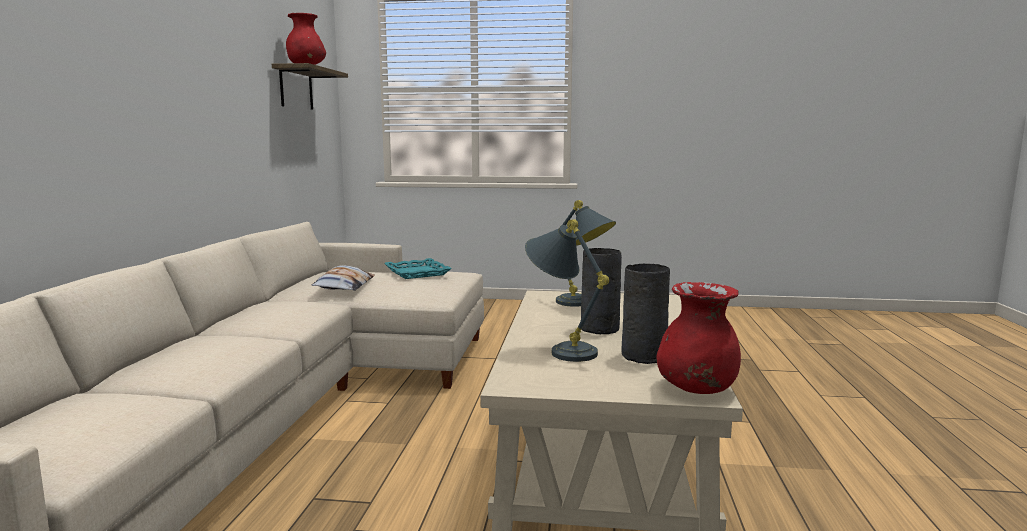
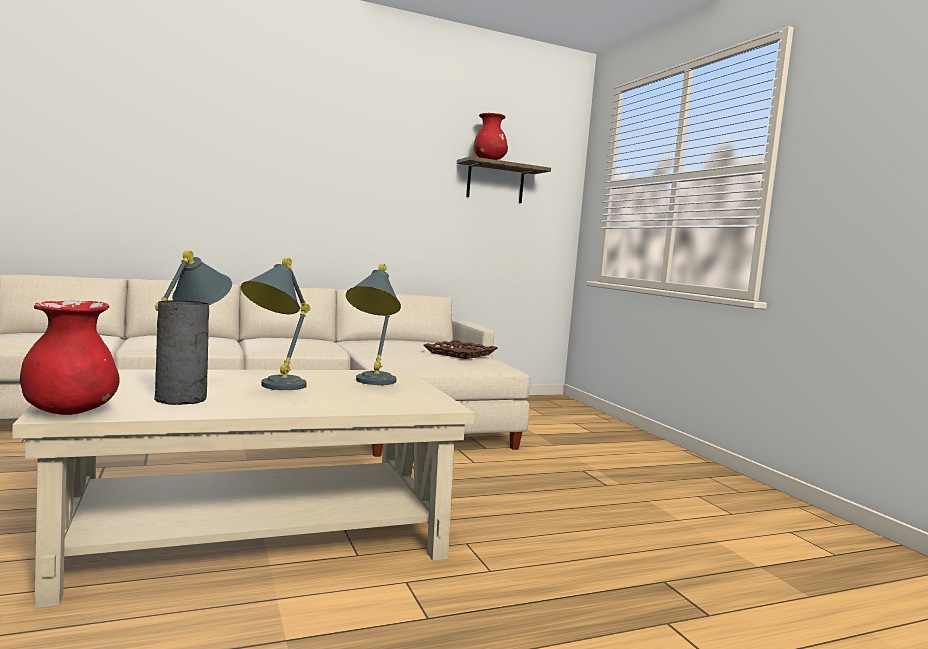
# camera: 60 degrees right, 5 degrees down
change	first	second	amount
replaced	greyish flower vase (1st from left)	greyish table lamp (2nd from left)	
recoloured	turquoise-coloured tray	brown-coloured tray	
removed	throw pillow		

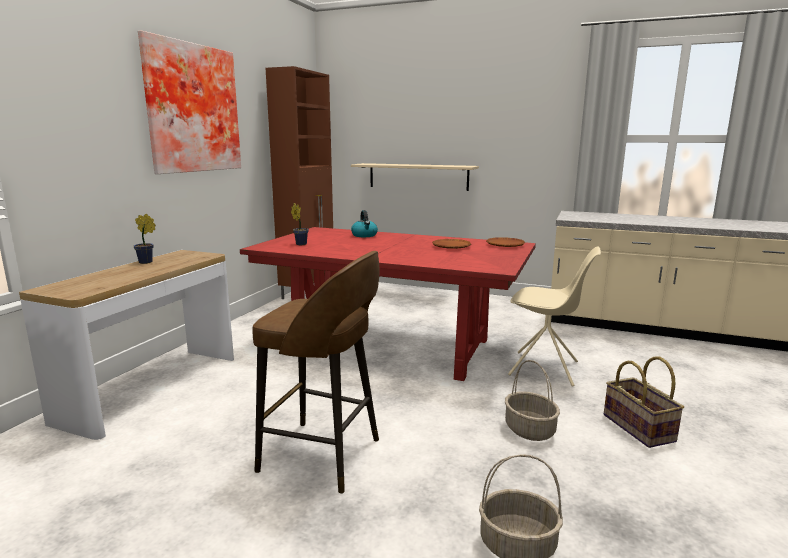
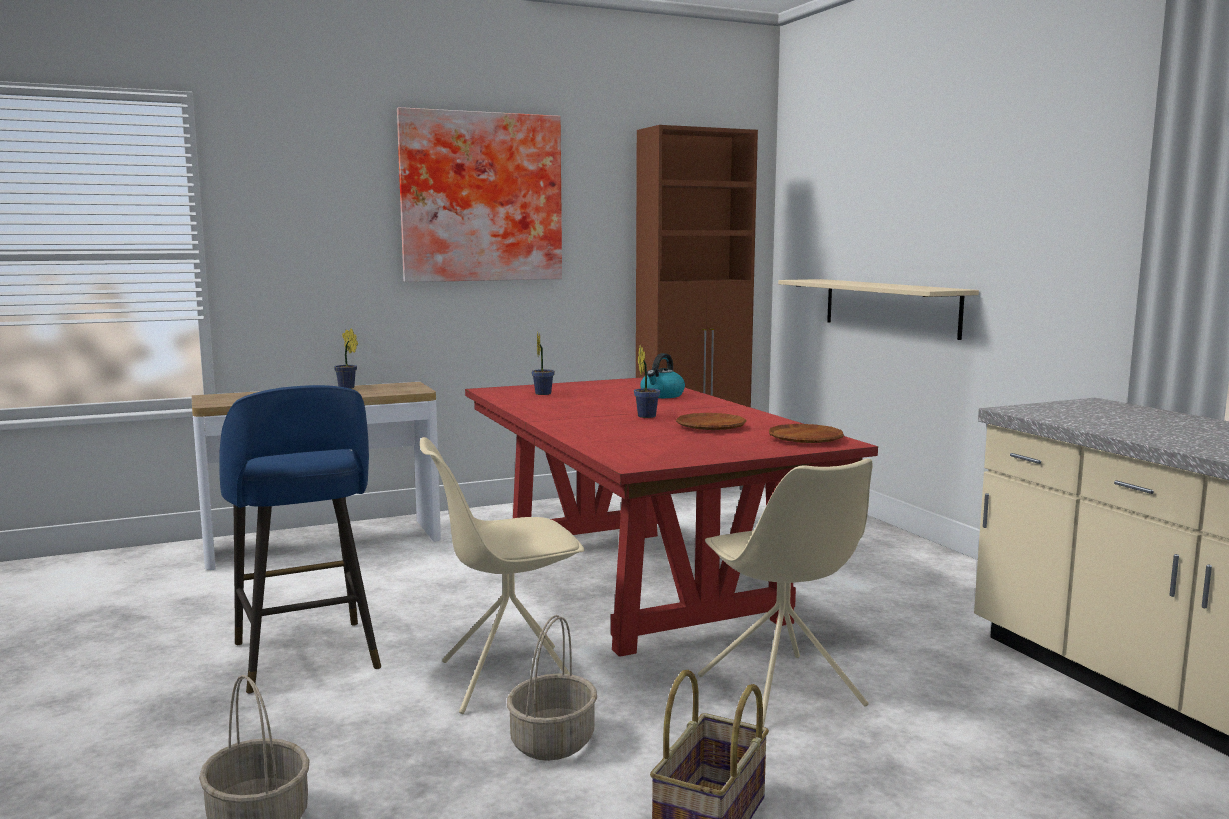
# camera: 45 degrees right, 5 degrees down
change	first	second	amount
recoloured	brown-coloured stool seat	blue stool seat	
added		plant in a pot (3rd from left)	
added		beige-coloured chair (1st from left)	

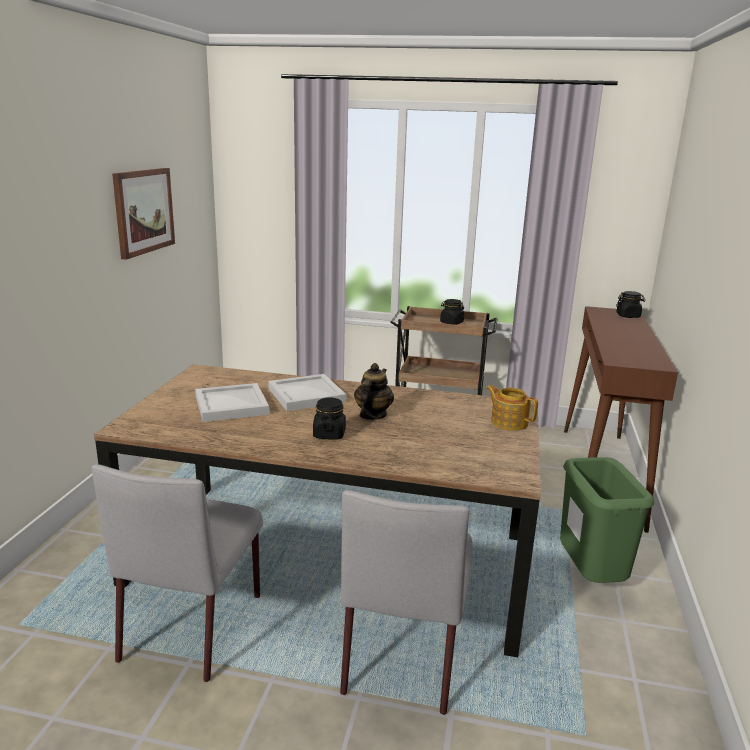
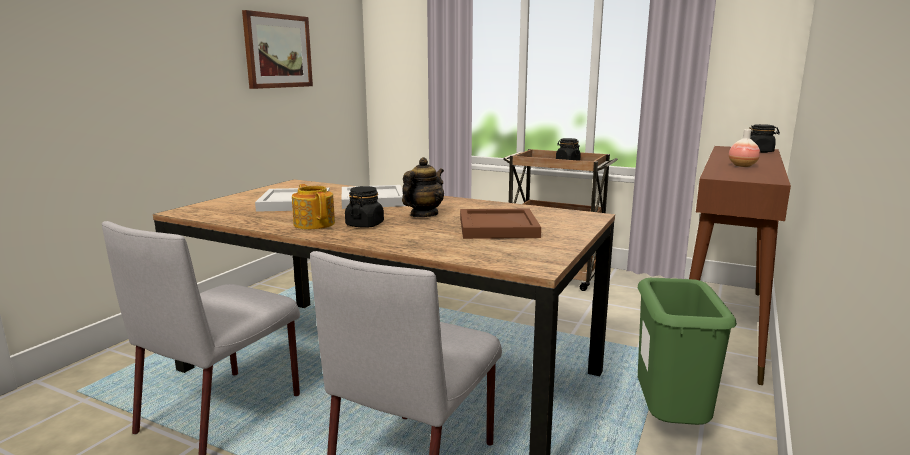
# camera: 15 degrees right, 5 degrees down
change	first	second	amount
moved	teapot (2nd from left in the first image)	teapot (1st from left)	
added		flower vase	
added		brown-coloured tray	

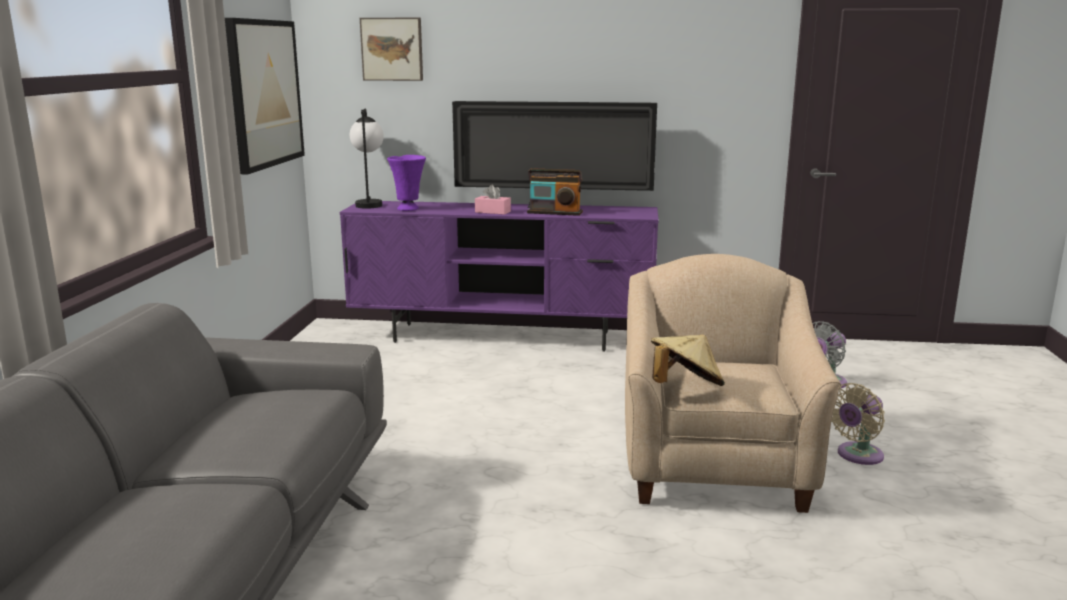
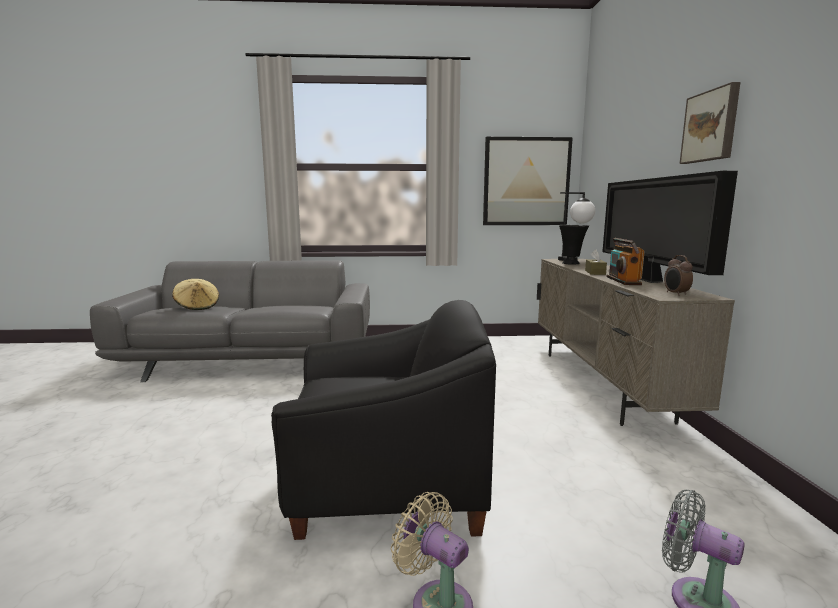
# camera: 80 degrees right, 5 degrees down
change	first	second	amount
moved	wall picture (2nd from left)		
recoloured	purplish flower vase	blackish flower vase	
recoloured	pinkish box of tissues	brown-coloured box of tissues	
recoloured	purplish tv stand	beige-coloured tv stand	
recoloured	beige-coloured armchair	blackish armchair	
moved	beige-coloured wearable hat		
added		alarm clock	

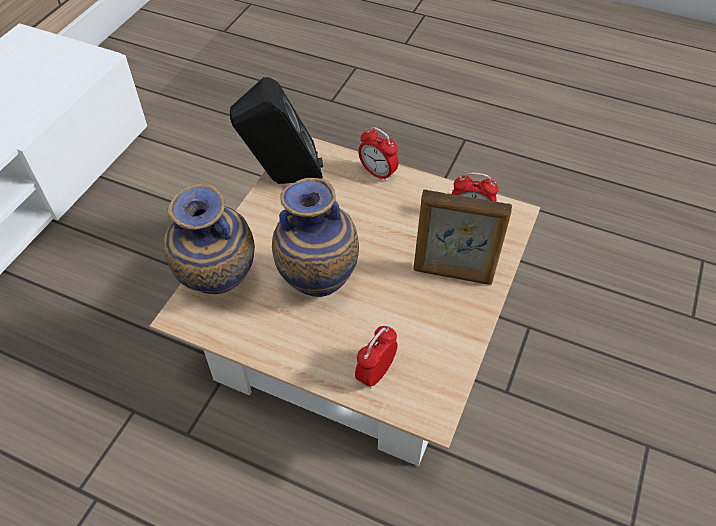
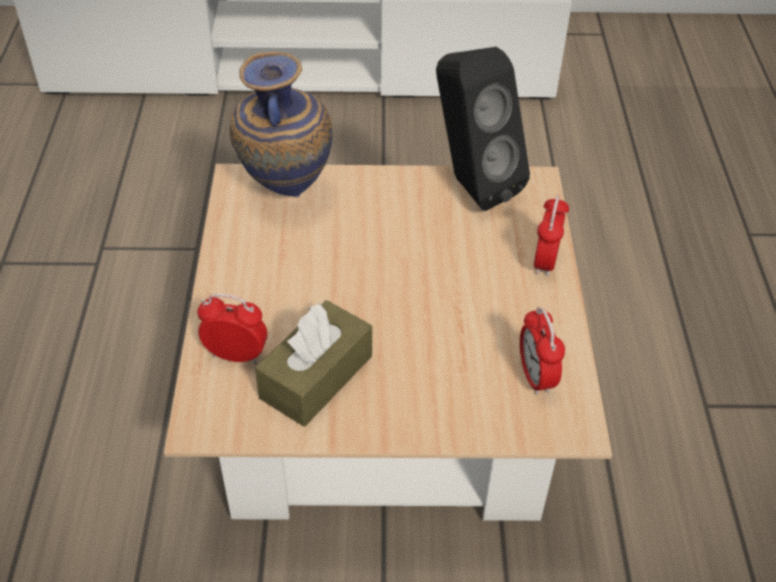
# camera: 65 degrees right, 5 degrees down
change	first	second	amount
removed	flower vase (2nd from left)		
removed	standing frame		
added		brown-coloured box of tissues	

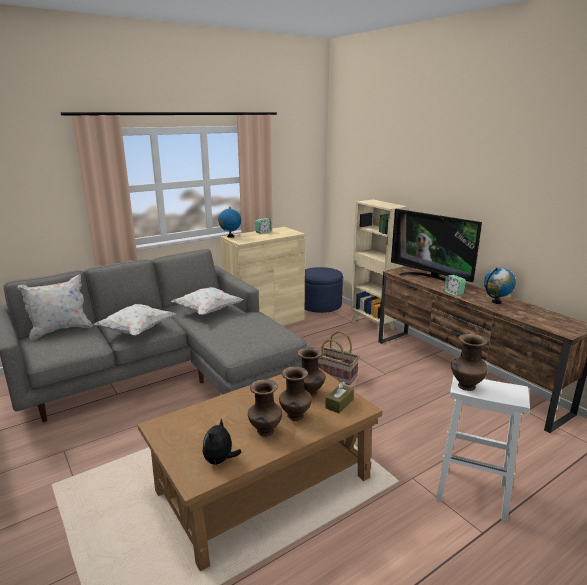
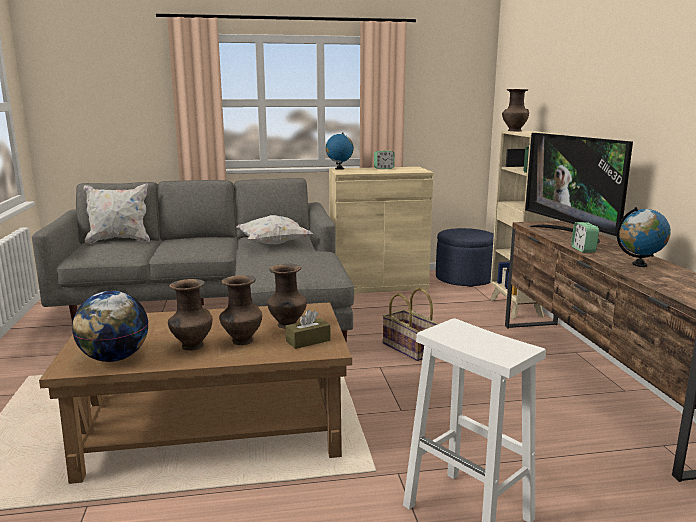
# camera: 25 degrees right, 5 degrees down
change	first	second	amount
removed	white-coloured throw pillow (2nd from left)		
moved	brown-coloured flower vase (4th from left)		
replaced	soft toy	globe (1st from left)	

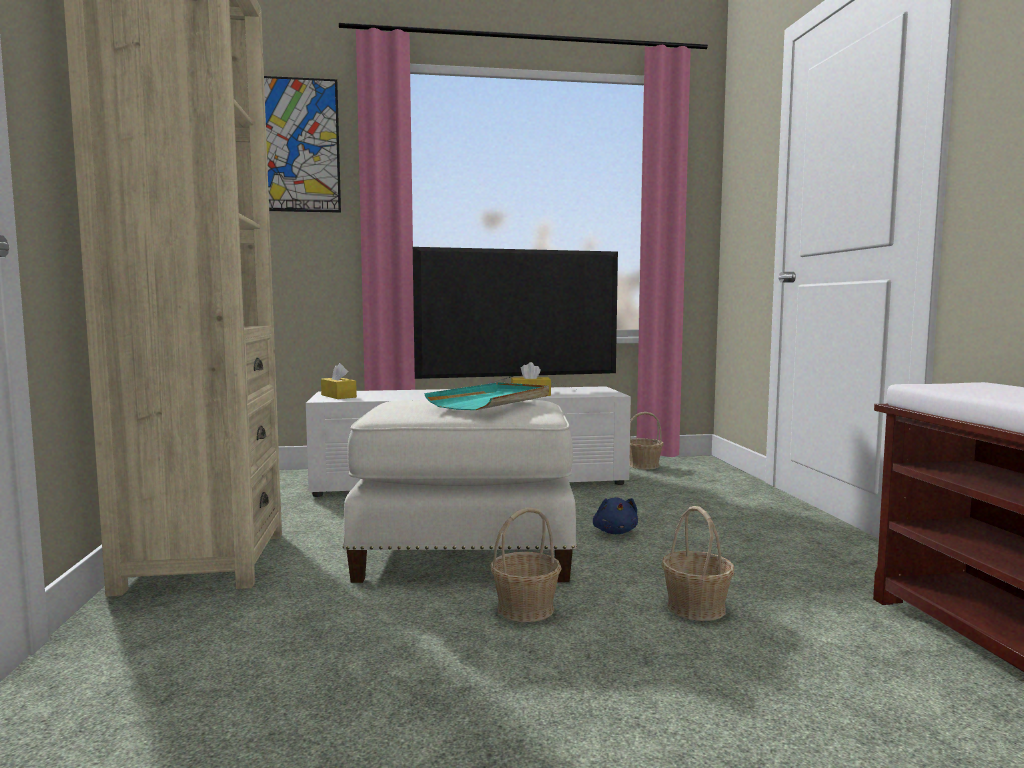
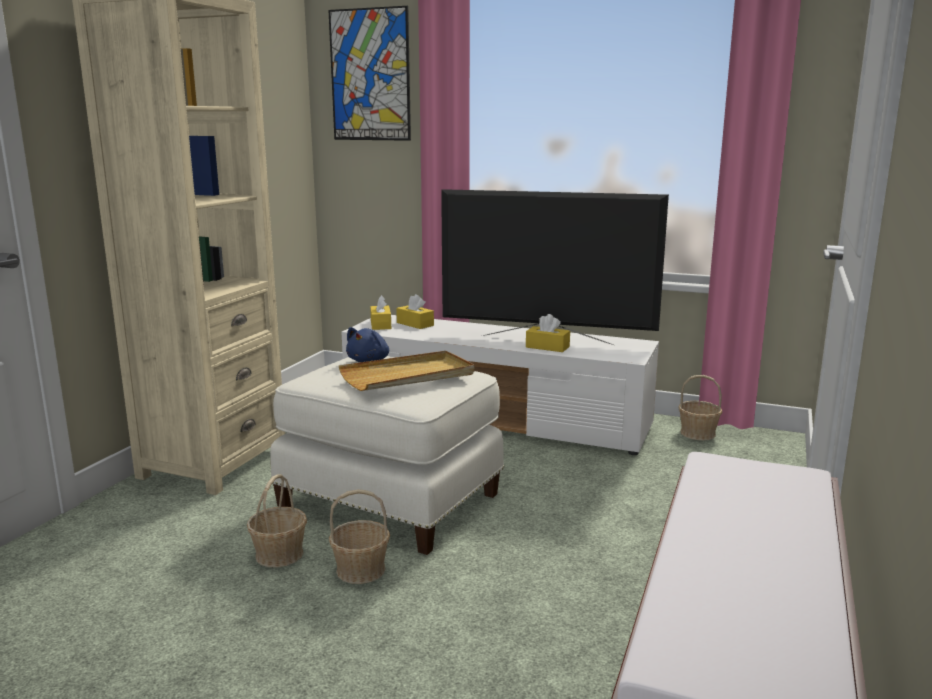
# camera: 30 degrees right, 10 degrees up
change	first	second	amount
recoloured	turquoise-coloured tray	beige-coloured tray	
moved	blue soft toy		
moved	household basket (3rd from left in the first image)	household basket (1st from left)	
added		yellow box of tissues (2nd from left)	

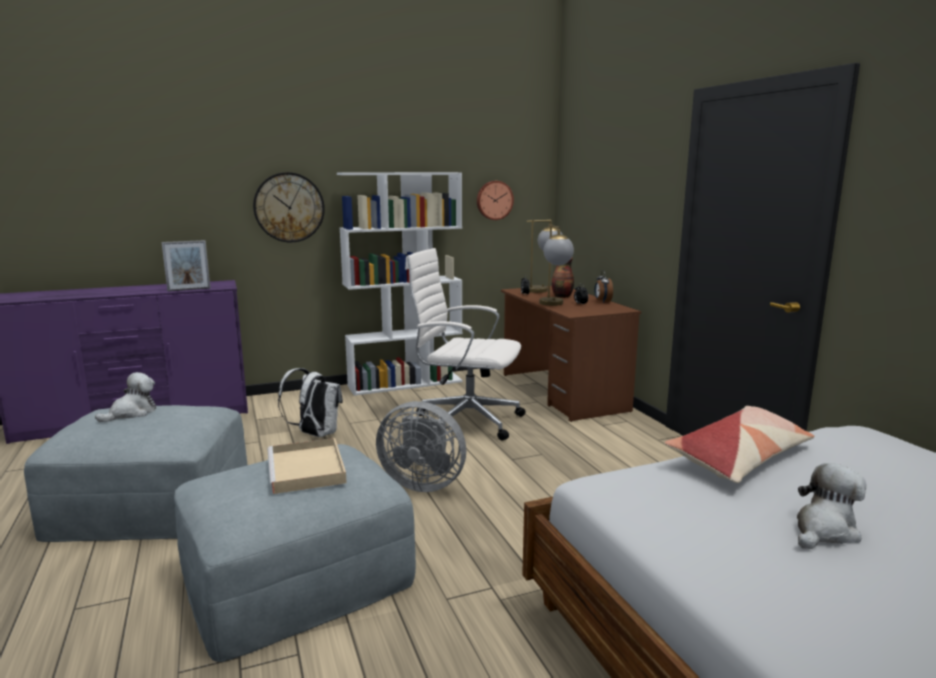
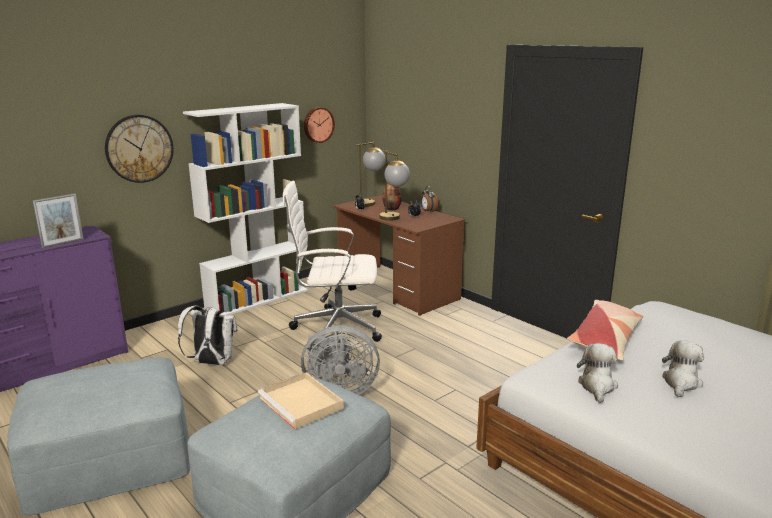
# camera: 20 degrees left, 5 degrees up
change	first	second	amount
moved	soft toy (1st from left)		

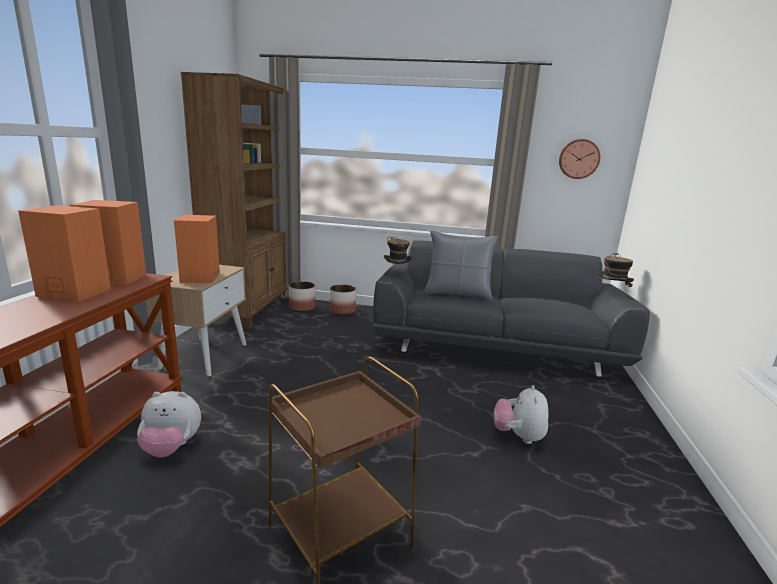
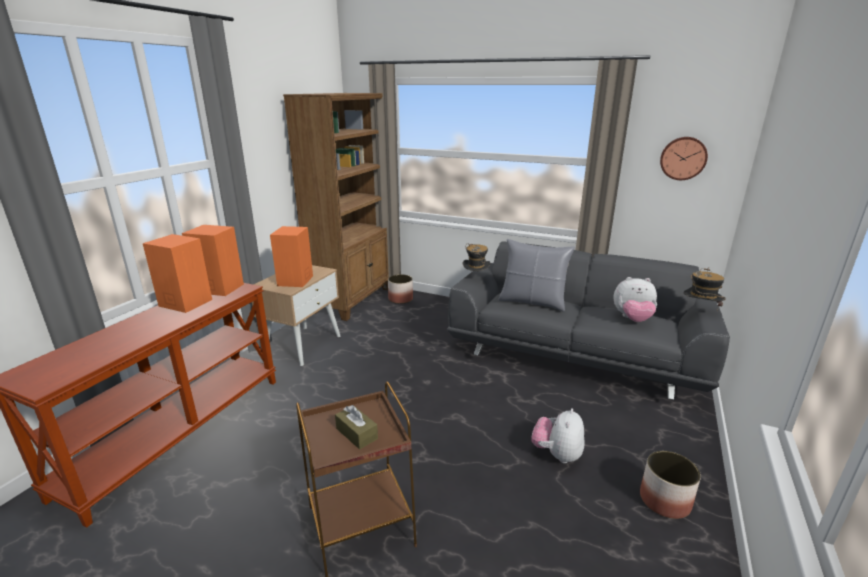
# camera: 15 degrees right, 5 degrees up
change	first	second	amount
moved	plant pot (2nd from left)		
moved	soft toy (1st from left in the first image)	soft toy (2nd from left)	
added		brown-coloured box of tissues	

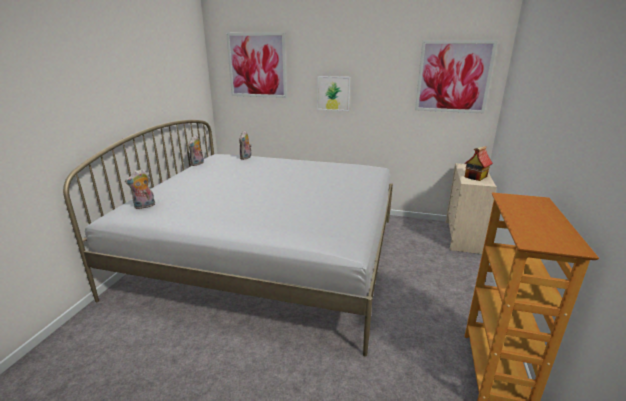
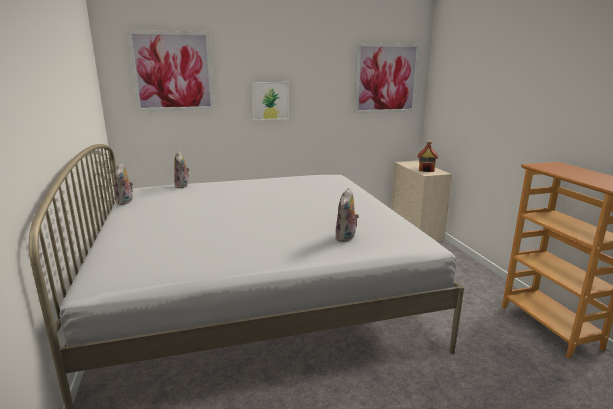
# camera: 30 degrees left, 5 degrees down
change	first	second	amount
moved	soft toy (1st from left in the first image)	soft toy (3rd from left)	

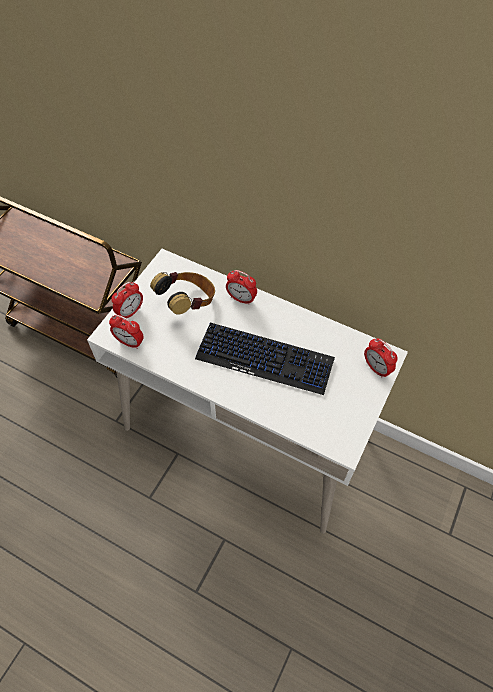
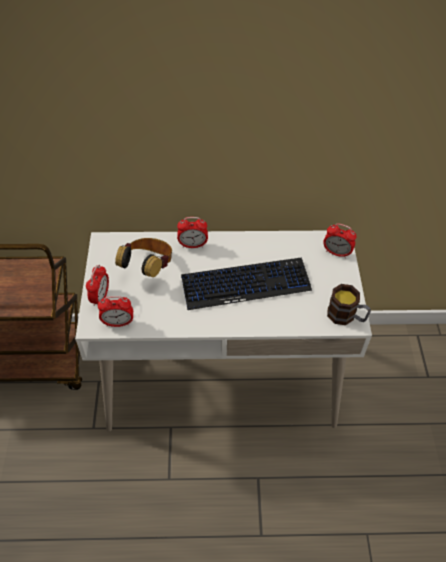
# camera: 30 degrees left, 5 degrees down
change	first	second	amount
added		mug	

